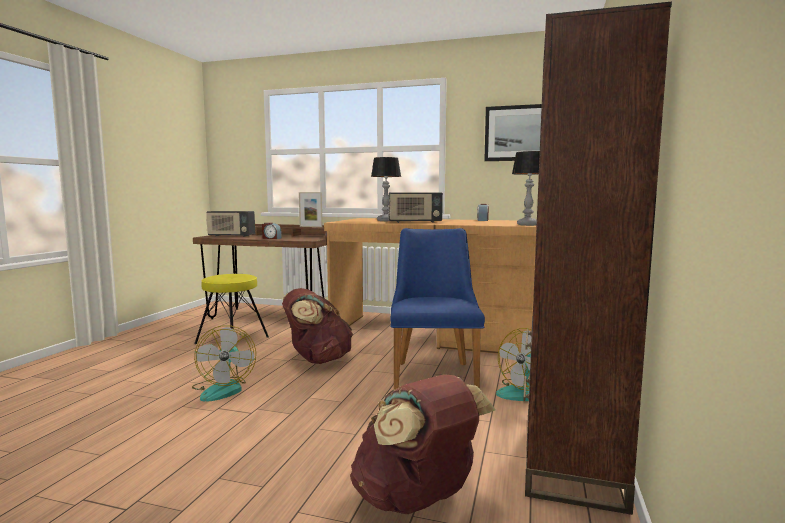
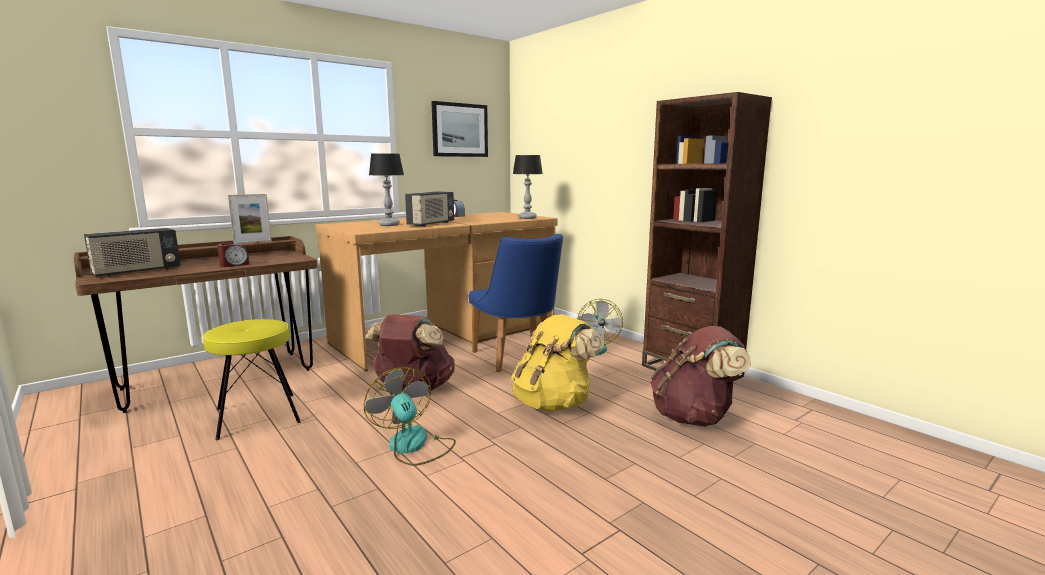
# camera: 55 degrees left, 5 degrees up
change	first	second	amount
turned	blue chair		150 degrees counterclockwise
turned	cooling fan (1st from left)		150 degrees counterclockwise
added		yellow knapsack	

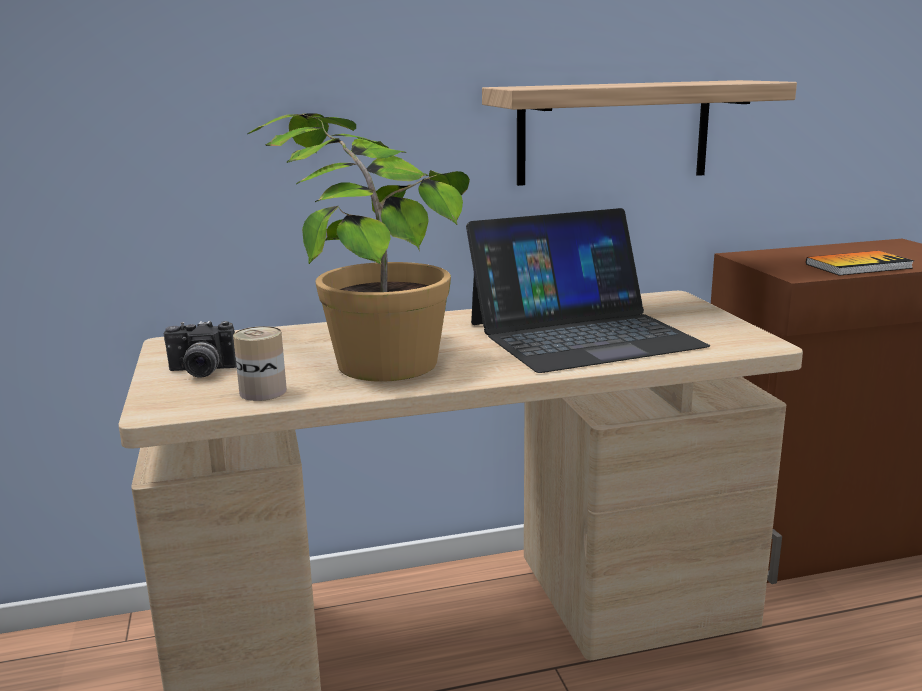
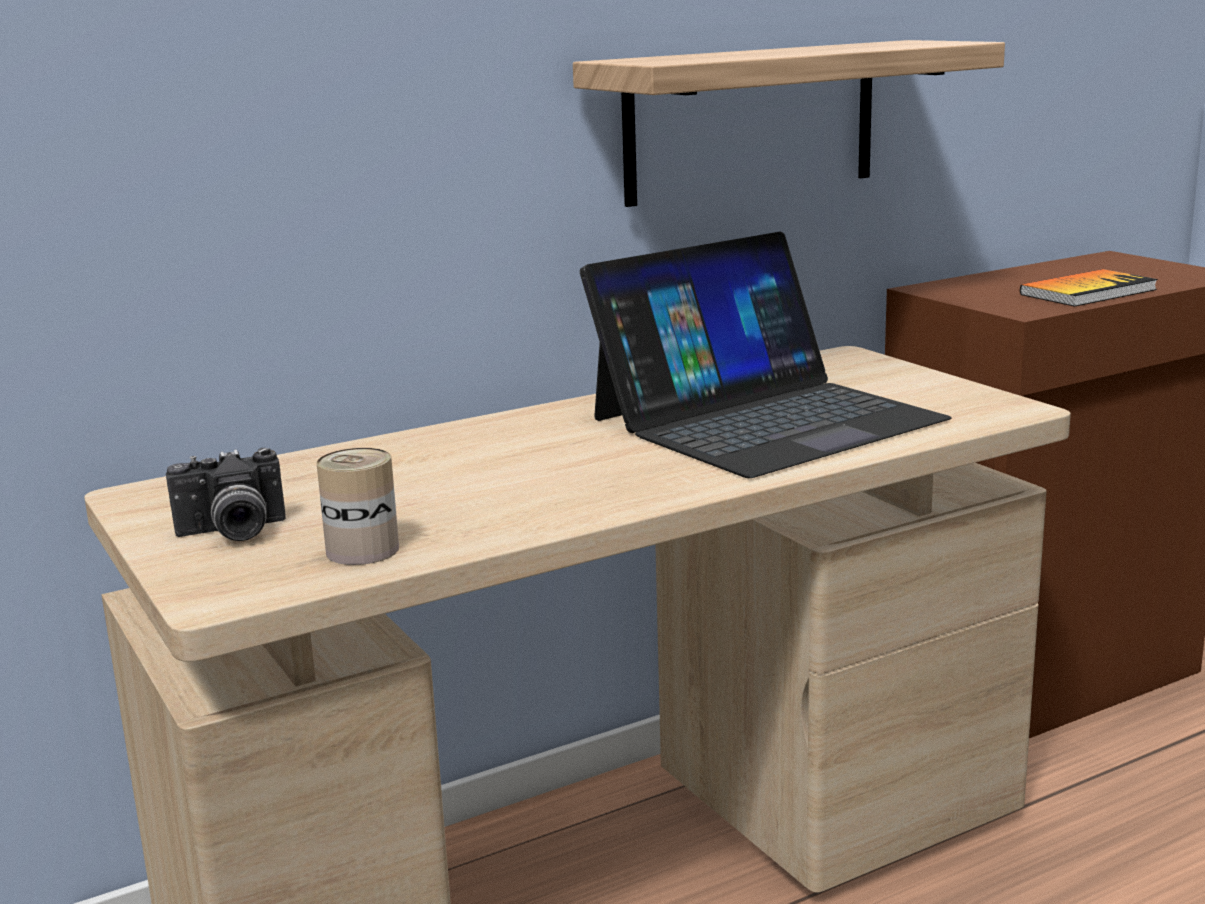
# camera: 15 degrees left, 0 degrees up
change	first	second	amount
removed	plant in a pot		

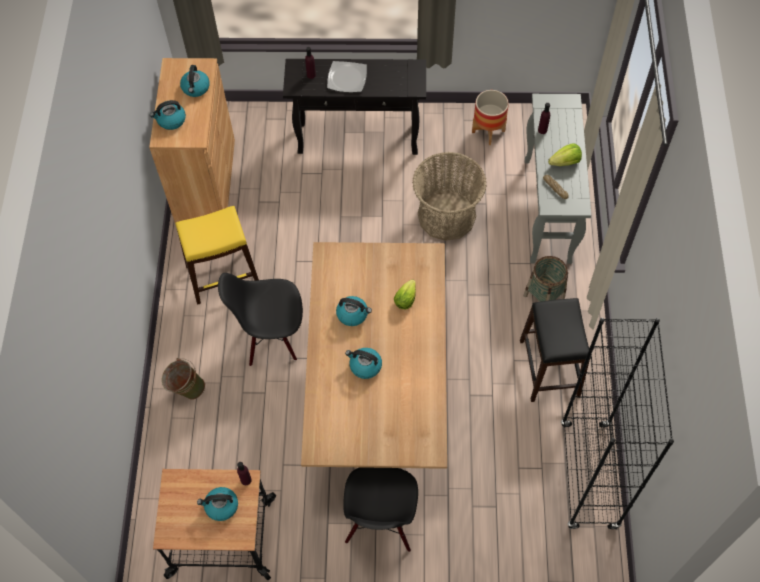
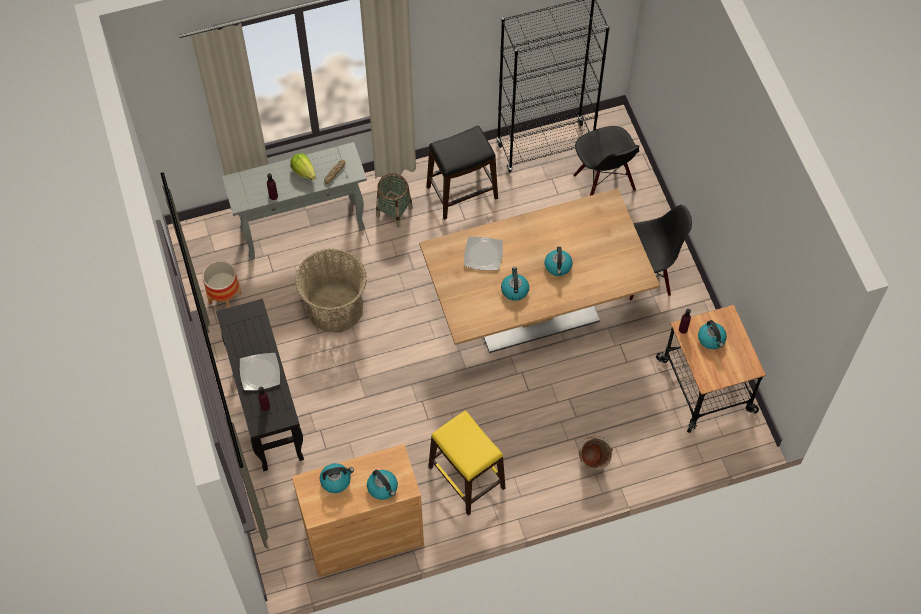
# camera: 110 degrees left, 0 degrees up
change	first	second	amount
moved	blackish chair (1st from left)		
replaced	head of lettuce (1st from left)	flat dish (2nd from left)	

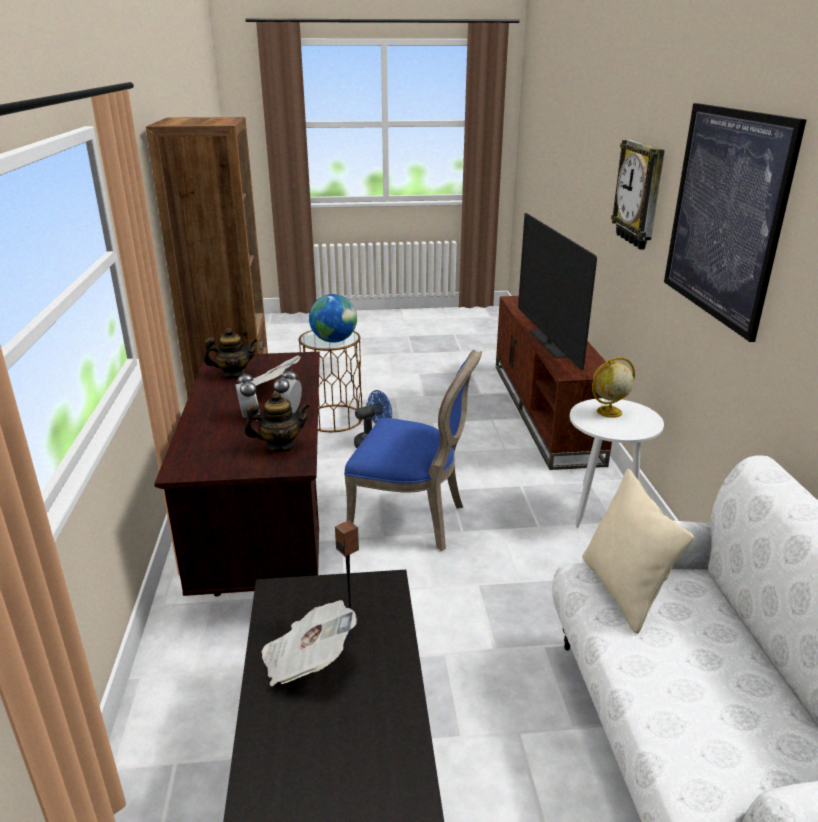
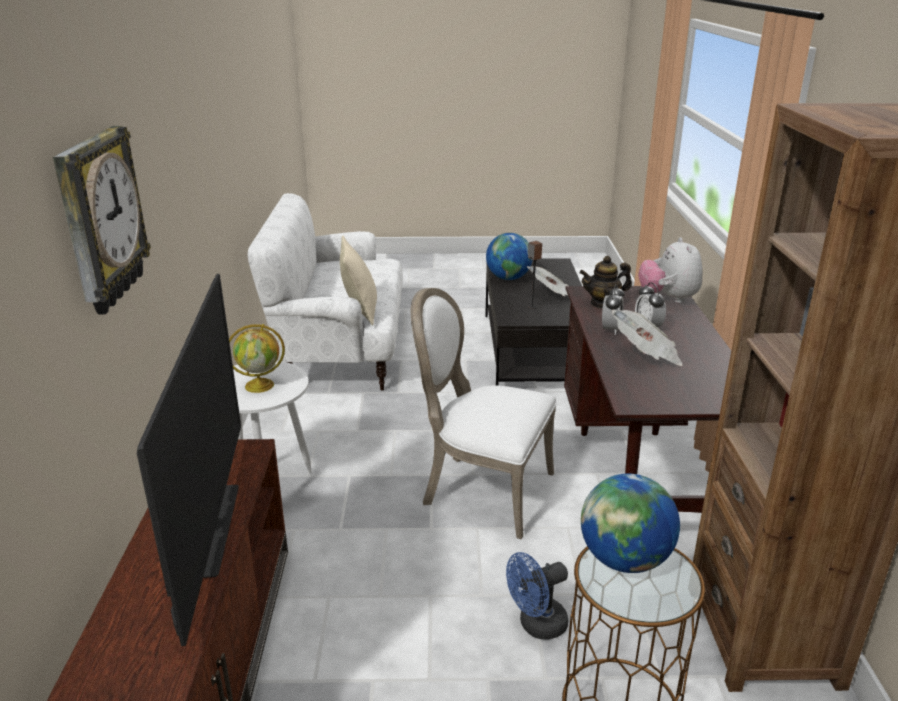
# camera: 175 degrees left, 0 degrees up
change	first	second	amount
removed	wall picture		
removed	teapot (1st from left)		
recoloured	blue chair	white-coloured chair	
added		globe (2nd from left)	
added		soft toy	

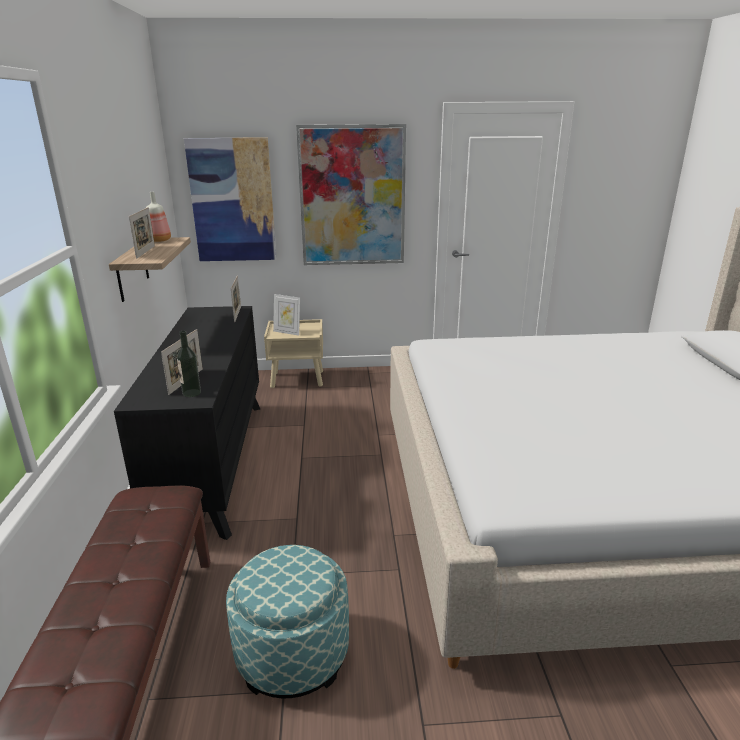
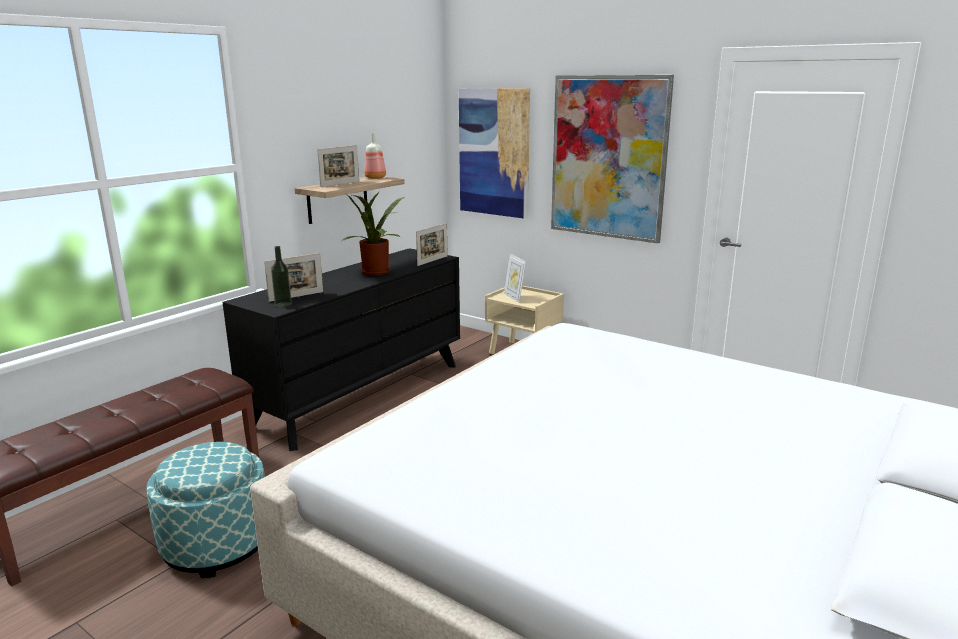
# camera: 40 degrees right, 5 degrees down
change	first	second	amount
added		plant in a pot	

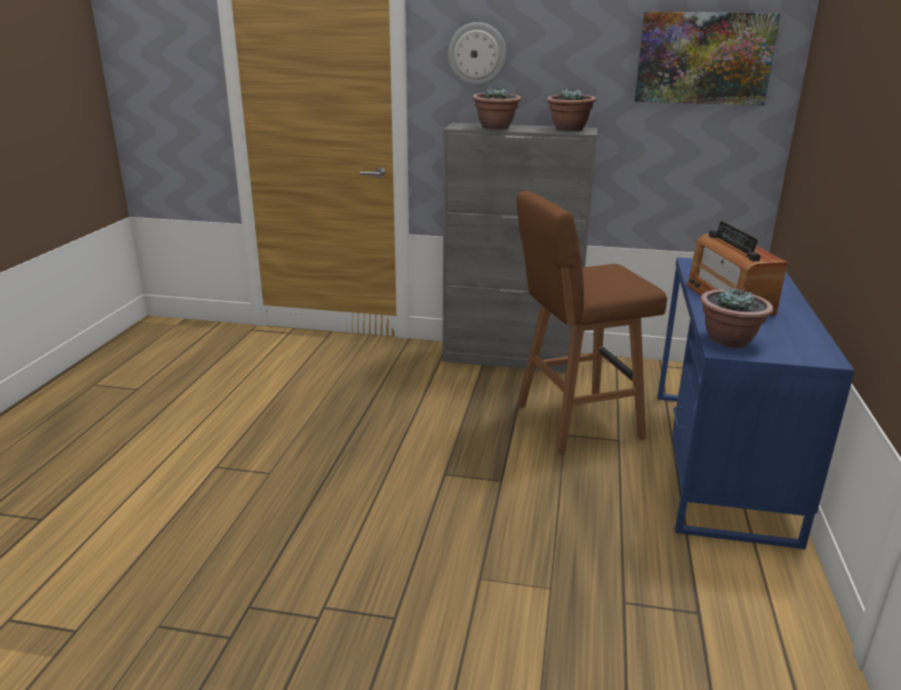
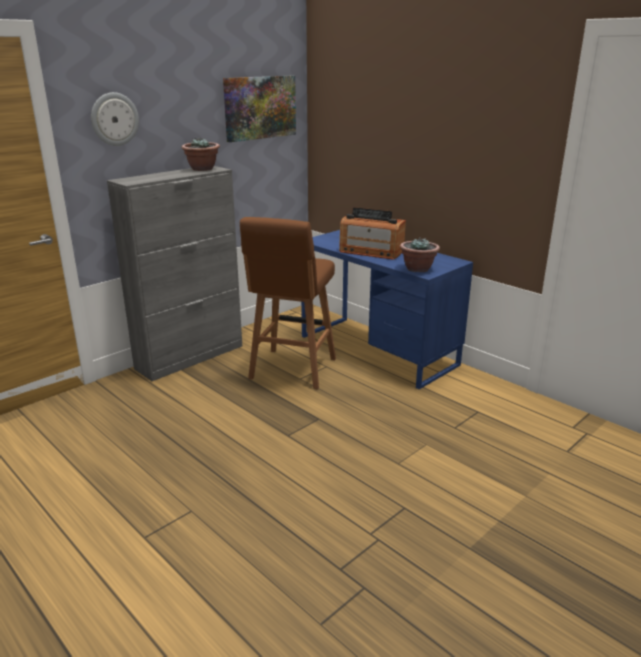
# camera: 55 degrees left, 0 degrees up
change	first	second	amount
removed	plant in a pot (1st from left)		

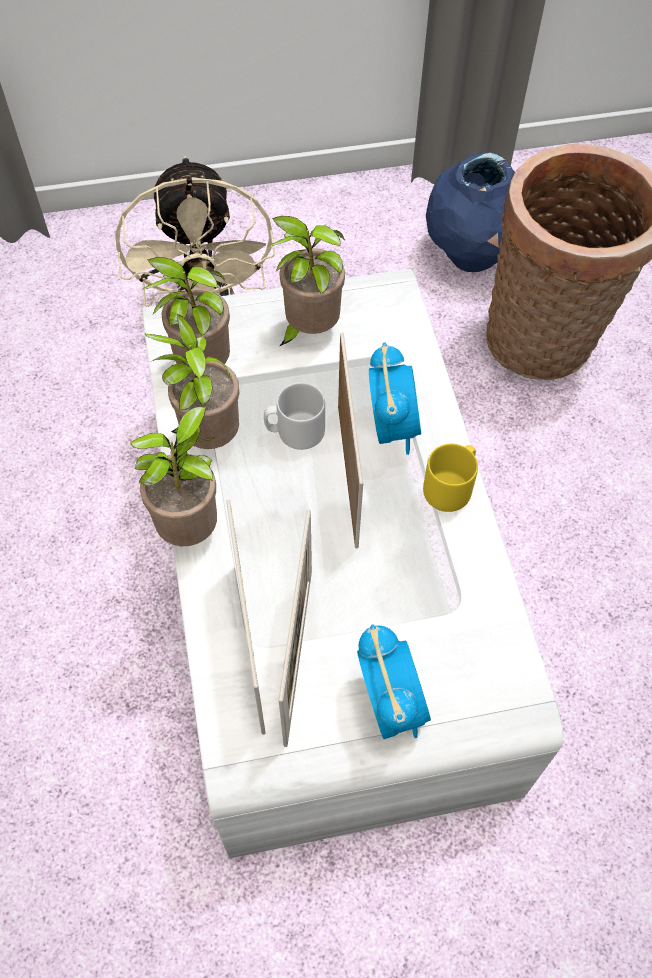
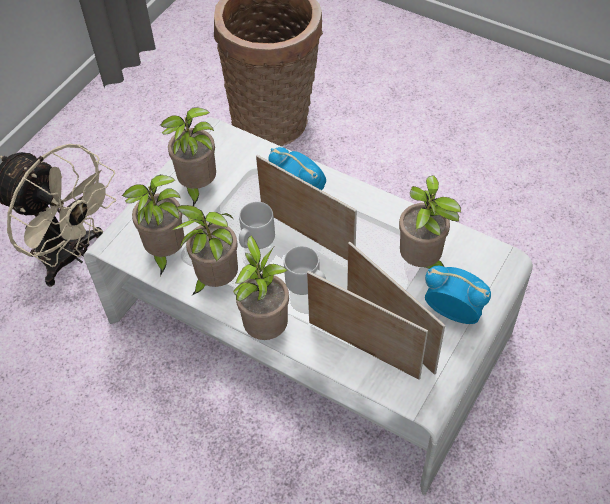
# camera: 45 degrees left, 5 degrees down
change	first	second	amount
removed	blue flower vase		
removed	yellow mug		
added		plant in a pot (5th from left)	
added		greyish mug (2nd from left)	

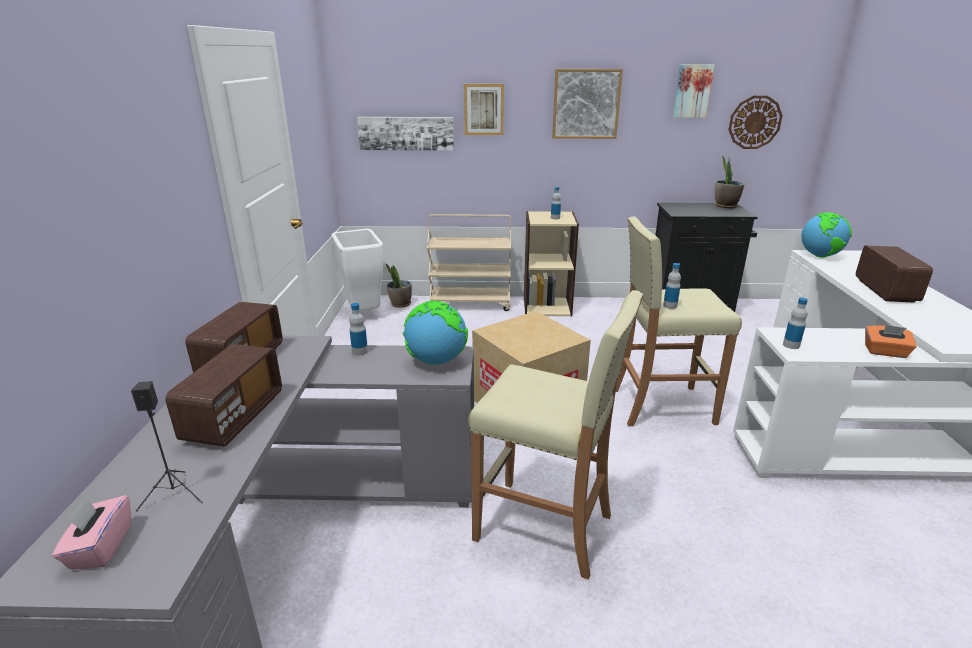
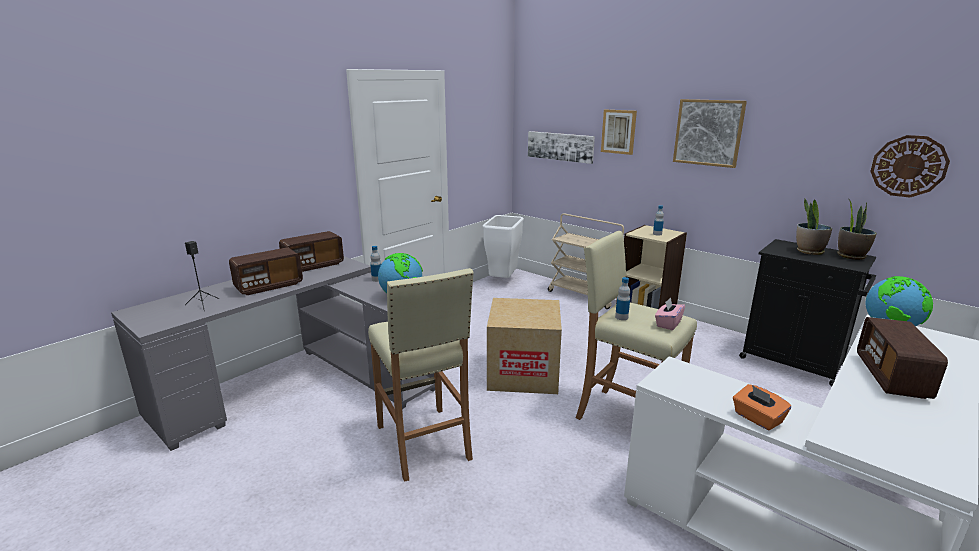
# camera: 40 degrees right, 5 degrees down
change	first	second	amount
removed	wall picture (4th from left)		
turned	radio receiver (3rd from left)		150 degrees clockwise
moved	plant in a pot (1st from left)		
removed	beverage bottle (4th from left)		
moved	pinkish box of tissues		

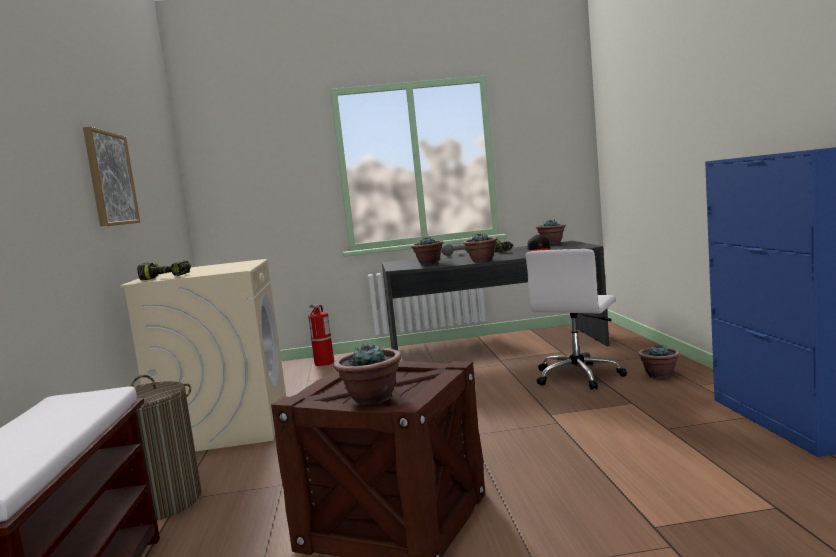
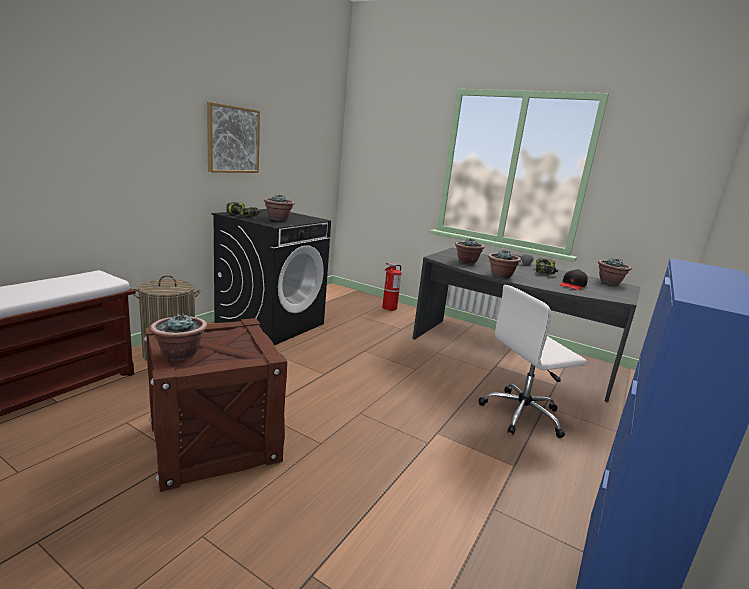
# camera: 35 degrees right, 10 degrees up
change	first	second	amount
recoloured	beige-coloured laundry appliance	blackish laundry appliance	
moved	plant in a pot (5th from left in the first image)	plant in a pot (2nd from left)	

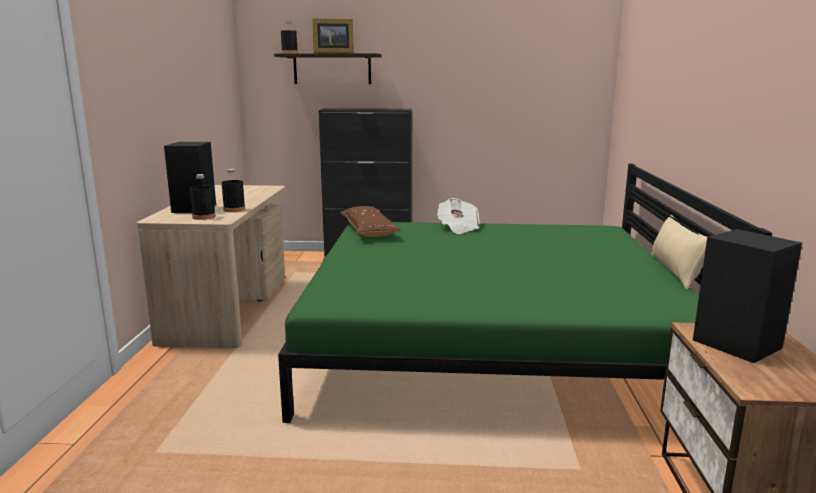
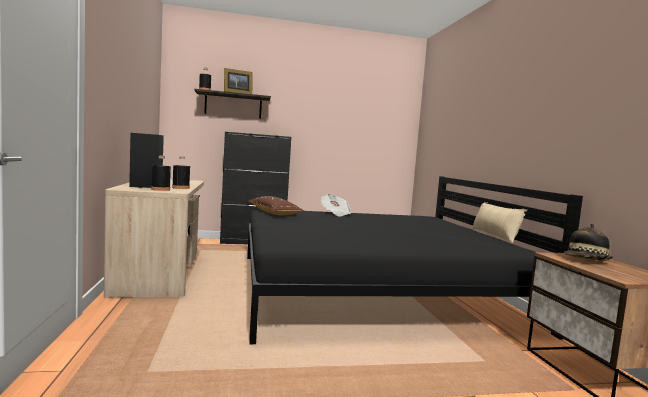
# camera: 15 degrees left, 10 degrees down
change	first	second	amount
recoloured	green bedroom bed	blackish bedroom bed	
replaced	blackish loudspeaker (2nd from left)	wearable hat	

